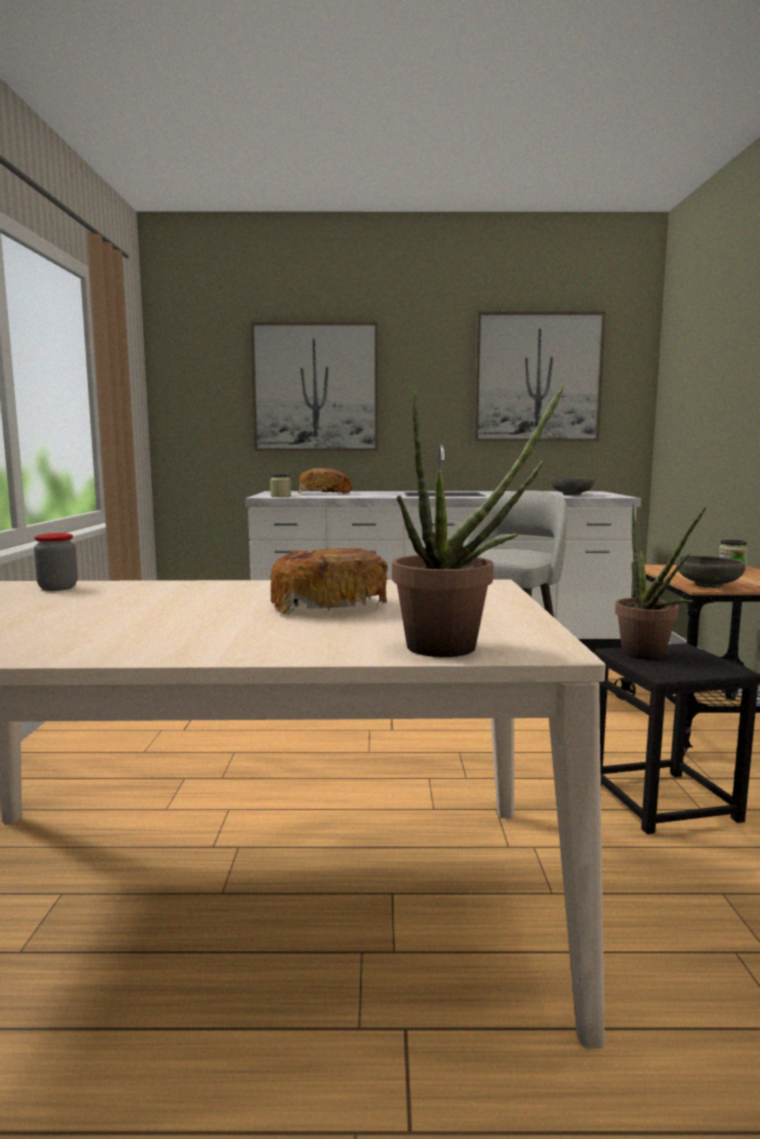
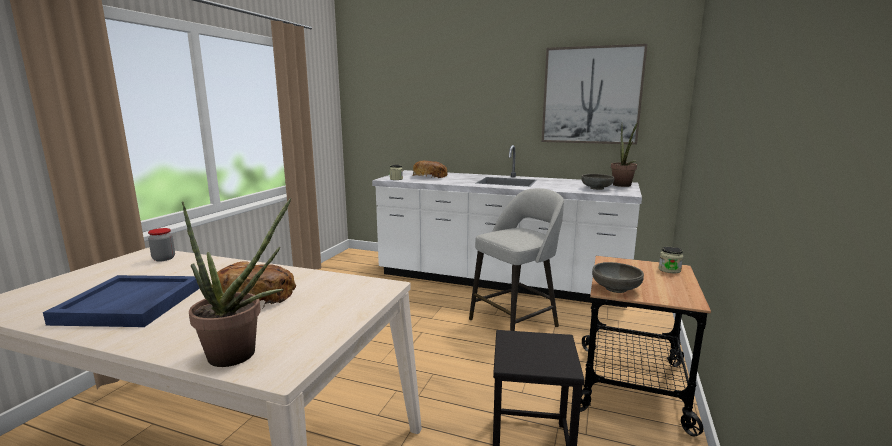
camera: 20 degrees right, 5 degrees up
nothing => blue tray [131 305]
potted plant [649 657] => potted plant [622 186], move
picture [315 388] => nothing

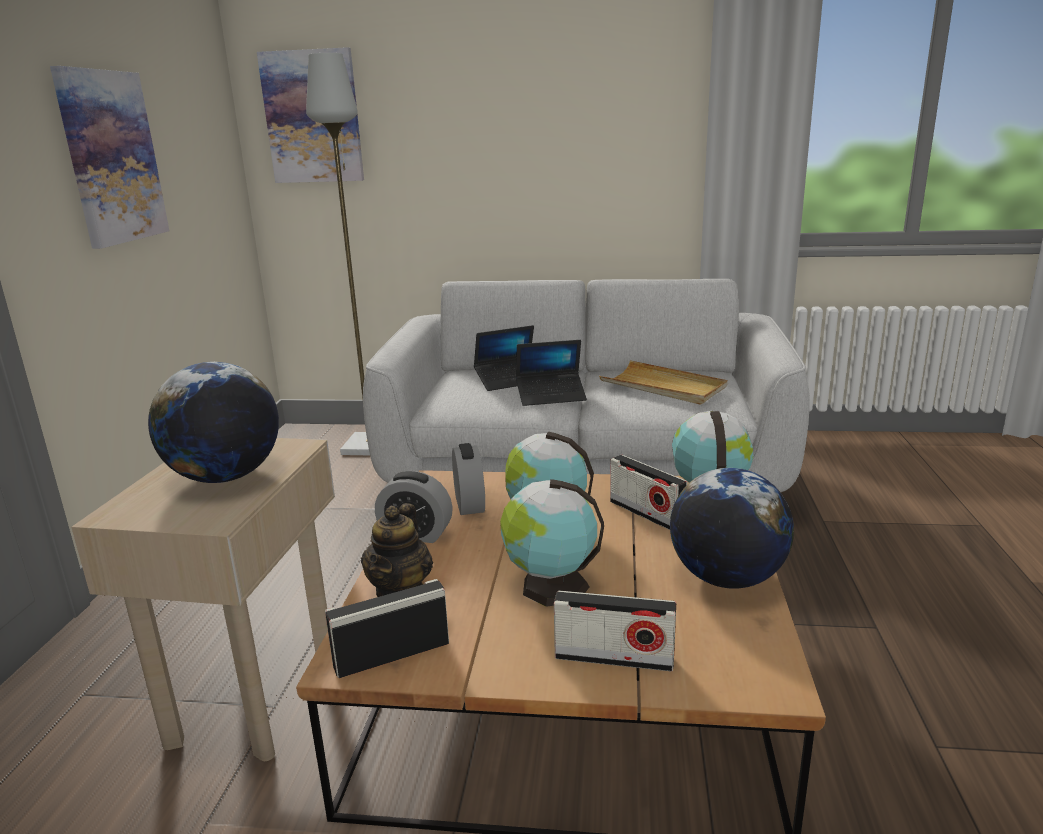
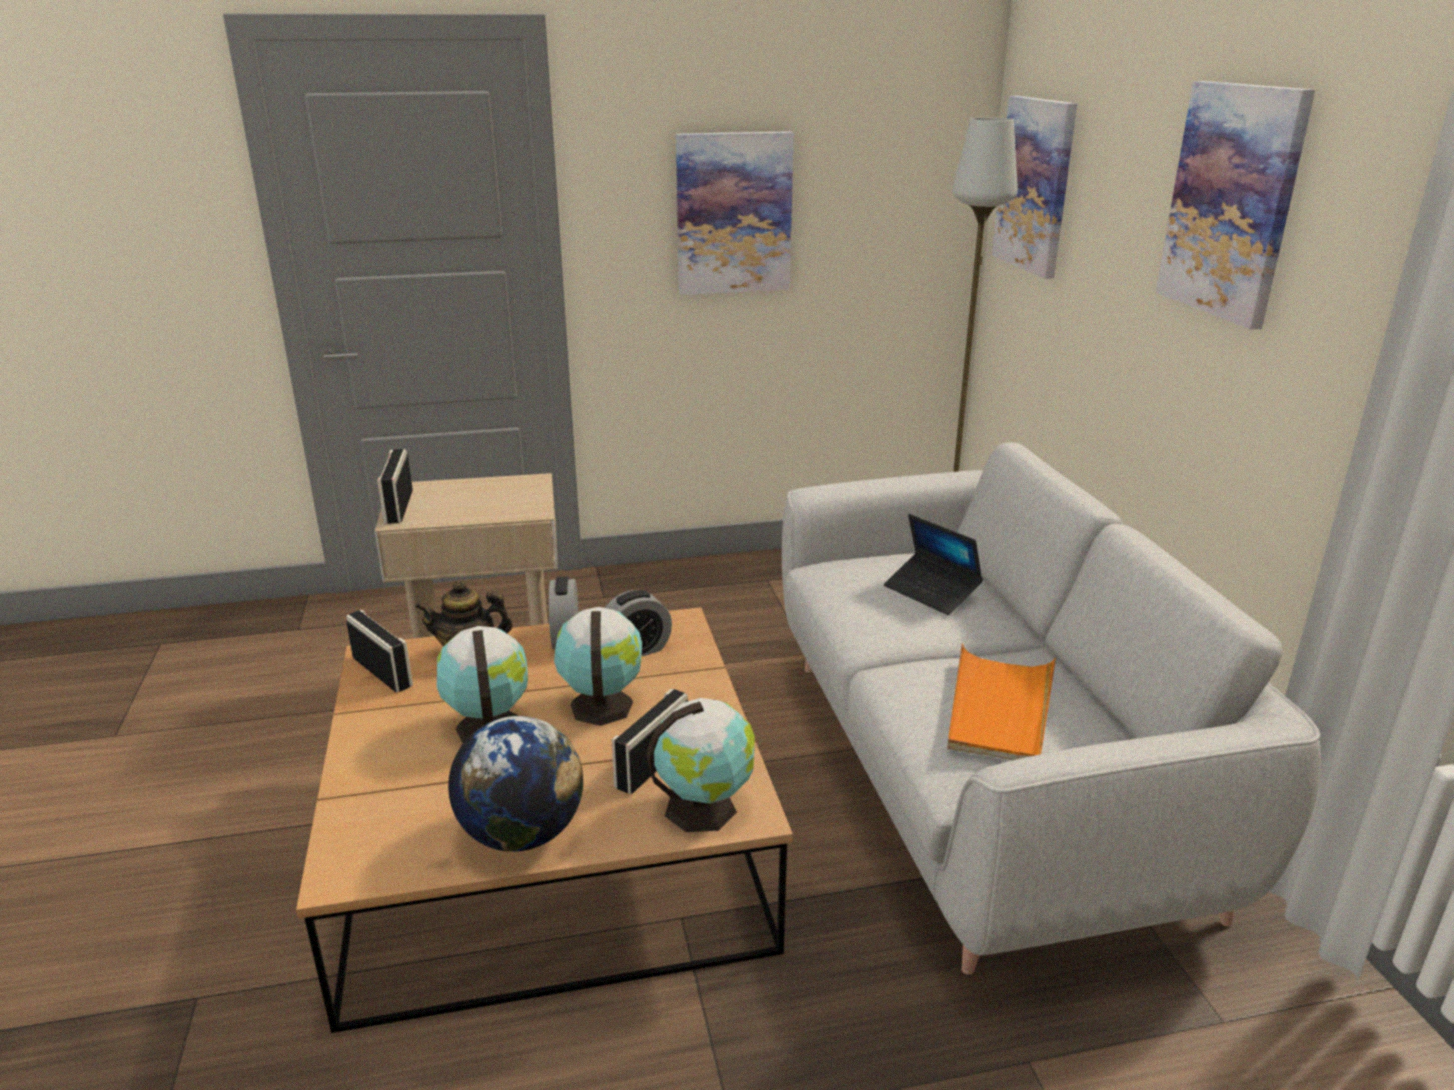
camera: 70 degrees right, 5 degrees up
radio [614 658] => radio [398 506], move
beige tray [663 387] => orange tray [999 709]
nothing => picture [1232 202]
globe [225 477] => nothing
laptop [551 396] => nothing

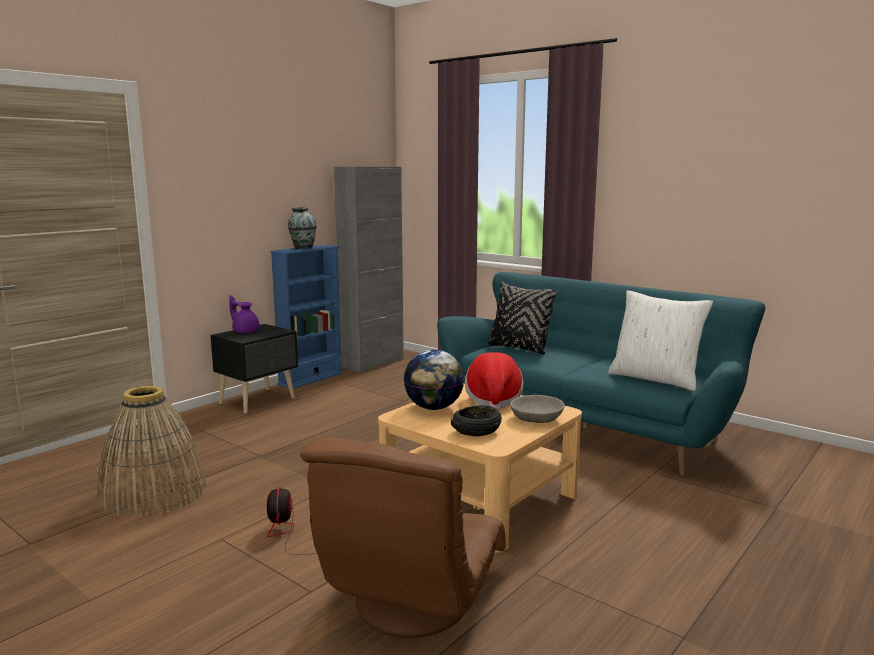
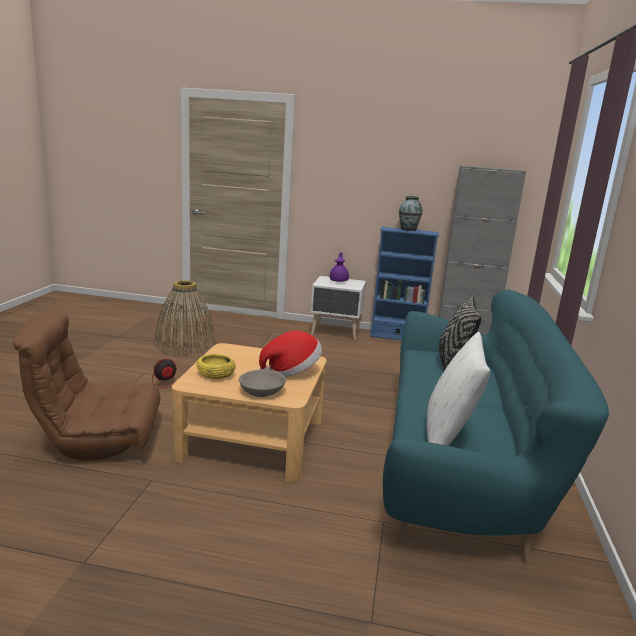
camera: 60 degrees right, 5 degrees up
black bowl [477 431] => yellow bowl [215 374]
black nightstand [259 401] => white nightstand [336 333]
globe [433 408] => nothing

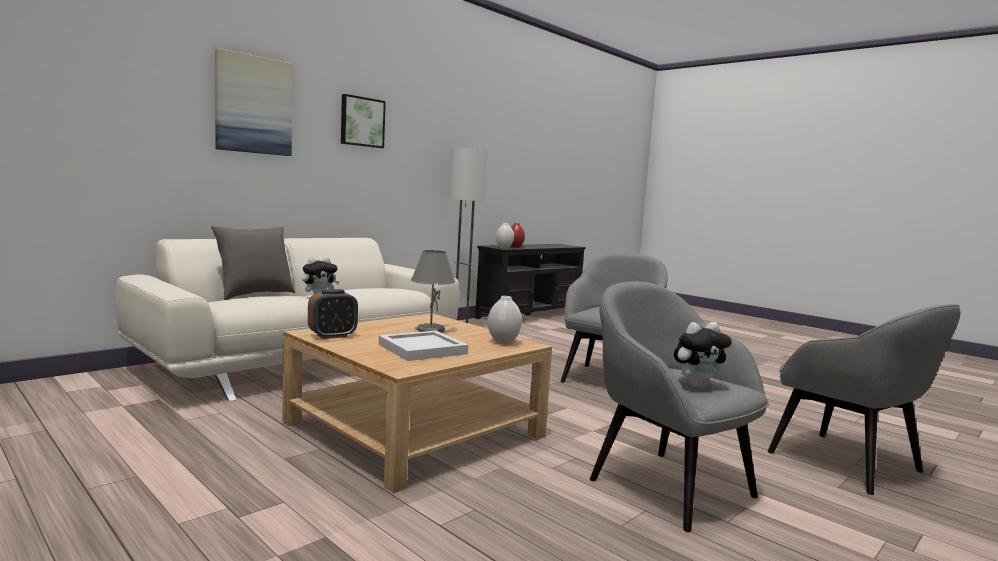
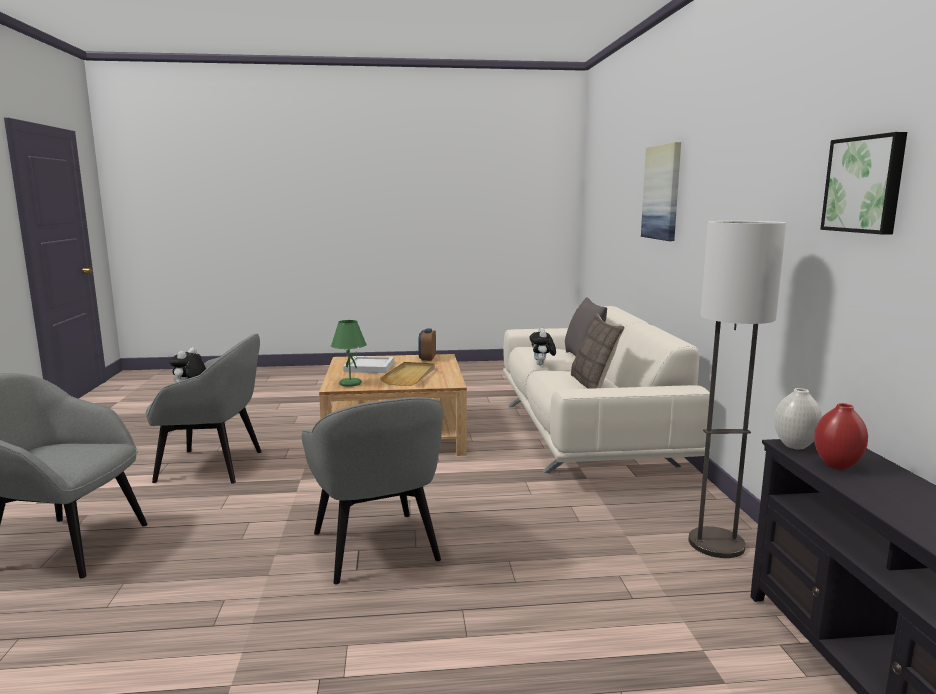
camera: 130 degrees right, 5 degrees up
white vase [503 342] => green table lamp [349 383]
grey table lamp [430 330] => beige tray [410 376]
nothing => pillow [593 384]
picture [361 122] => picture [865 184], move

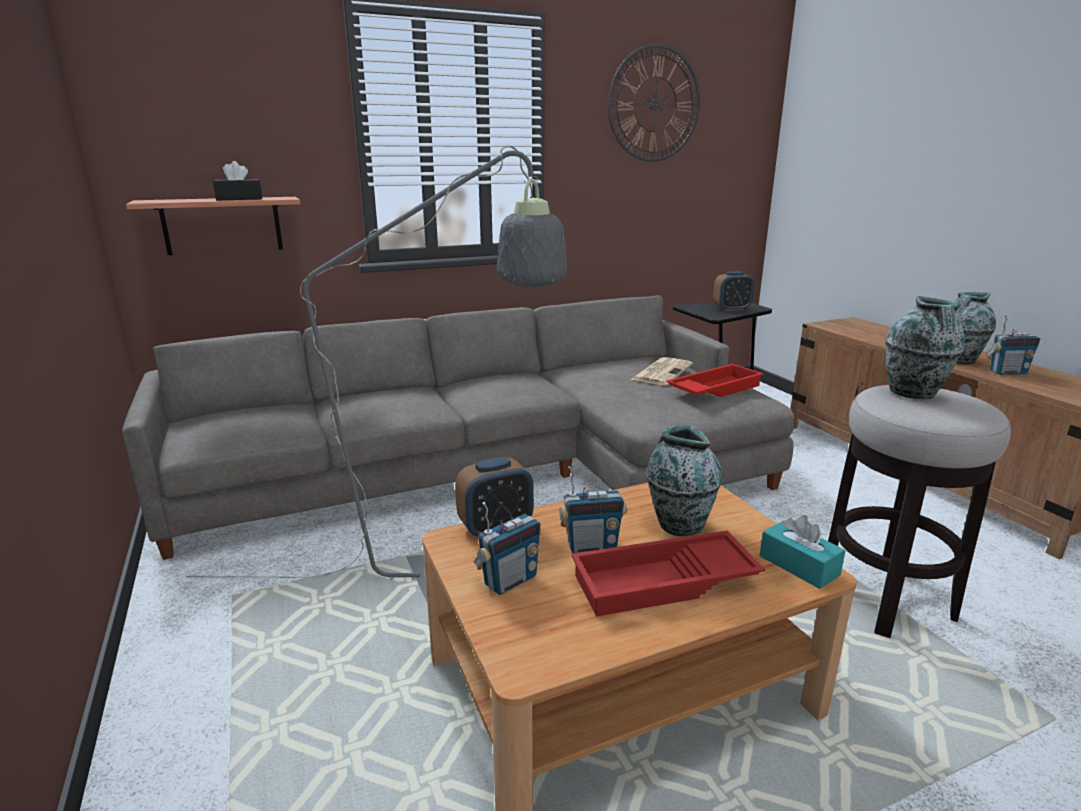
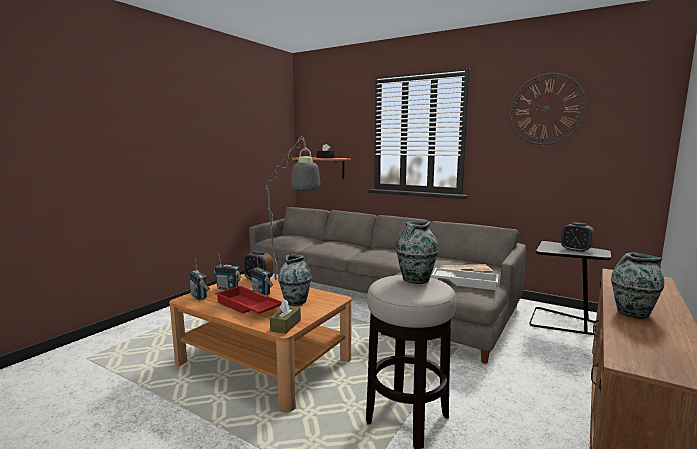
camera: 55 degrees right, 10 degrees down
radio [1007 372] => radio [199 296], move
turquoise tissue box [798 565] => brown tissue box [285 325]
red tray [714 389] => white tray [465 282]

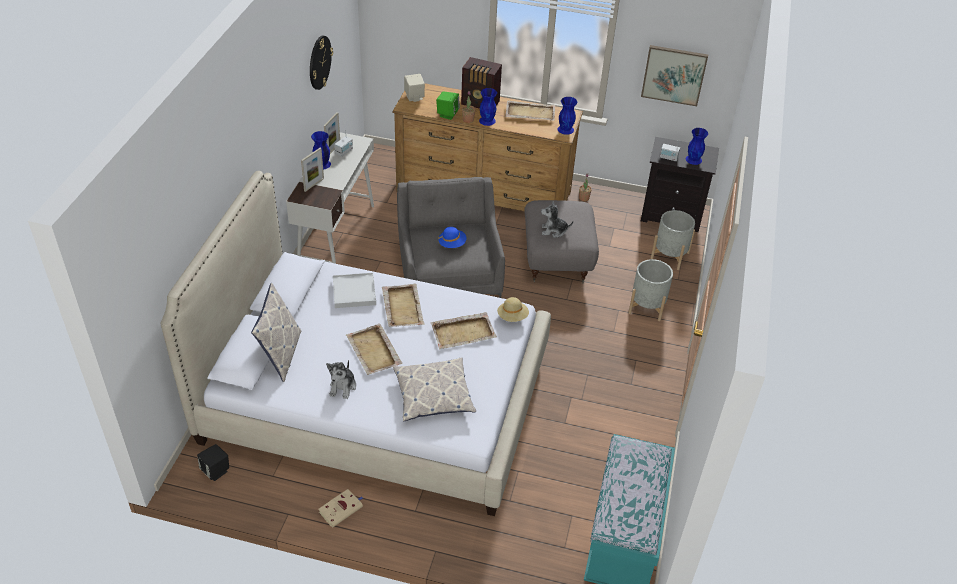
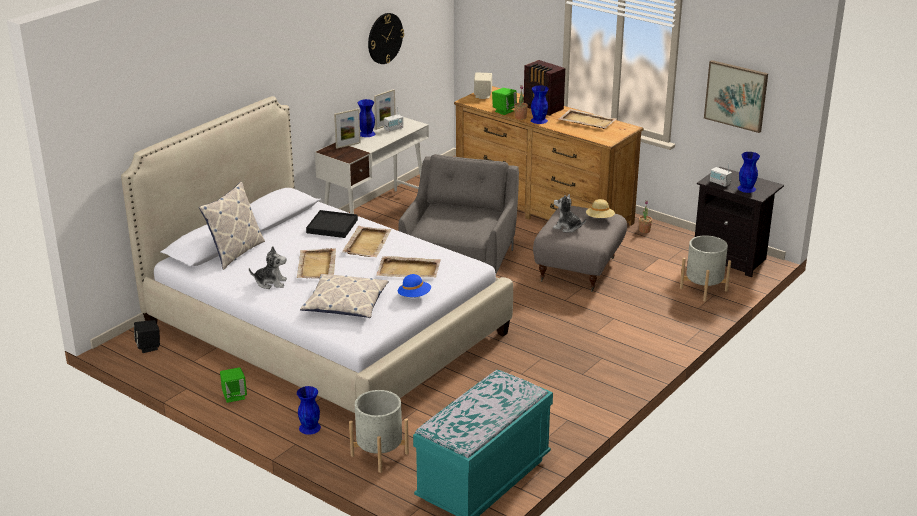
camera: 25 degrees right, 15 degrees down
beige book [341 509] => green speaker [234 396]
plush toy [343 387] => plush toy [270 283], 120 degrees counterclockwise
blue vase [565 129] => blue vase [310 427], move
white tray [354 292] => black tray [332 226]
grey planter [647 306] => grey planter [379 454], move
blue hat [452 244] => blue hat [414 296], move
beige hat [512 317] => beige hat [600 219], move

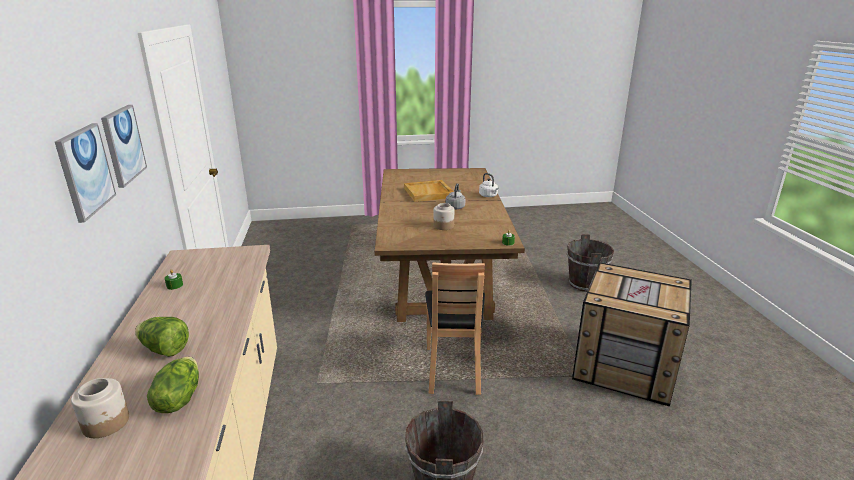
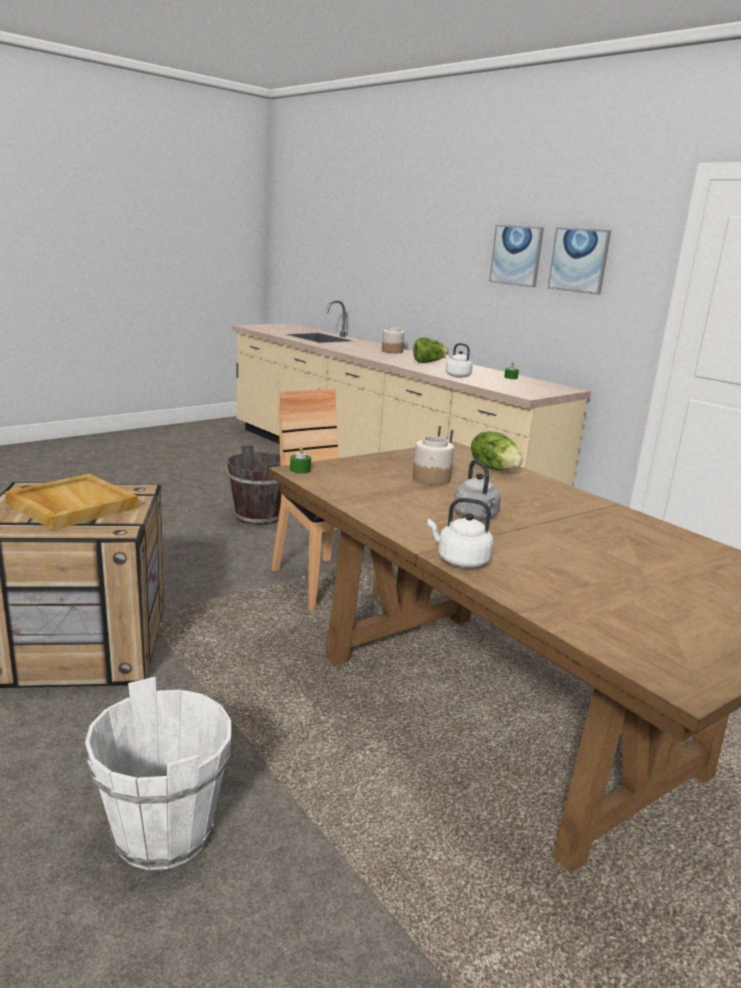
camera: 145 degrees right, 5 degrees down
beige tray [429 193] => beige tray [71 505], move
brown bucket [585 284] => white bucket [162 832]
nothing => white kettle [456 376]
lettuce [178 399] => lettuce [494 468], move

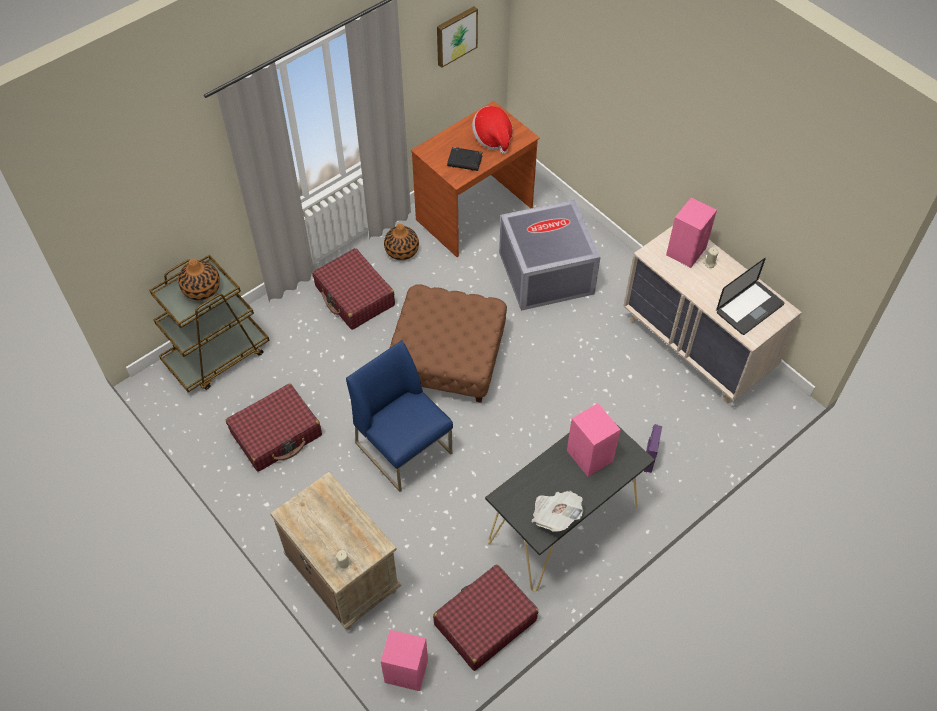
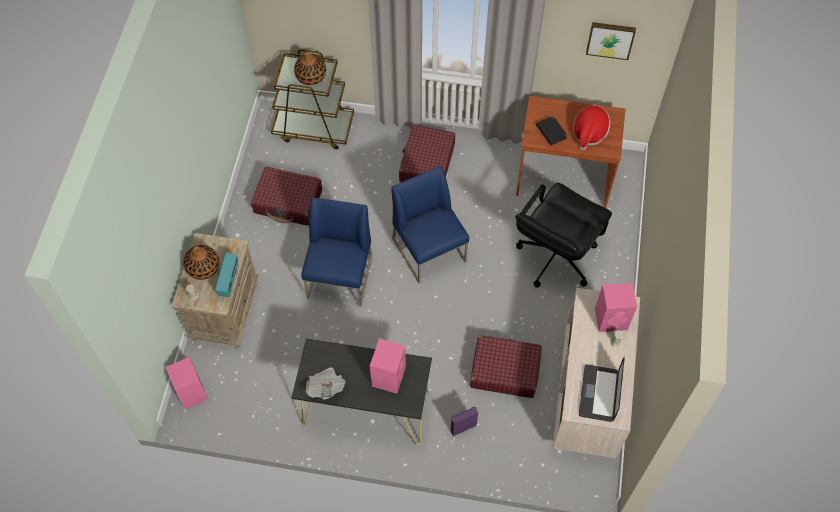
camera: 50 degrees right, 5 degrees up
vase [401 250] => vase [203 268], move
nothing => radio [229 280]
brown ottoman [447 358] => blue chair [430 250]
red suitcase [484 622] => red suitcase [504 370], move
grey storage box [545 274] => black office chair [555 257]
laptop [749 308] => laptop [598 393], 90 degrees clockwise

